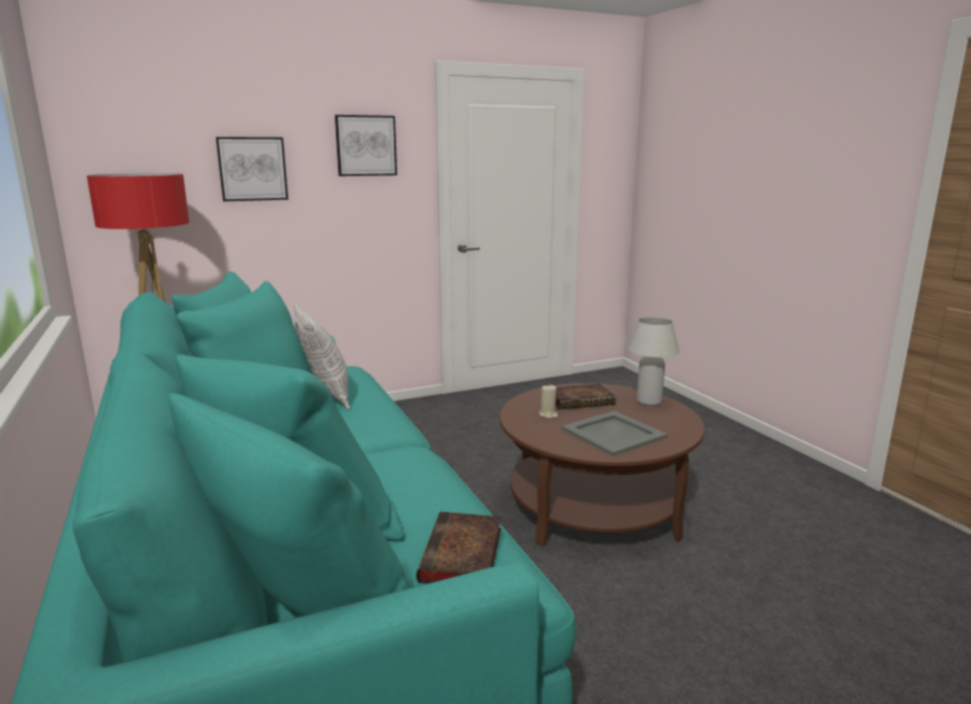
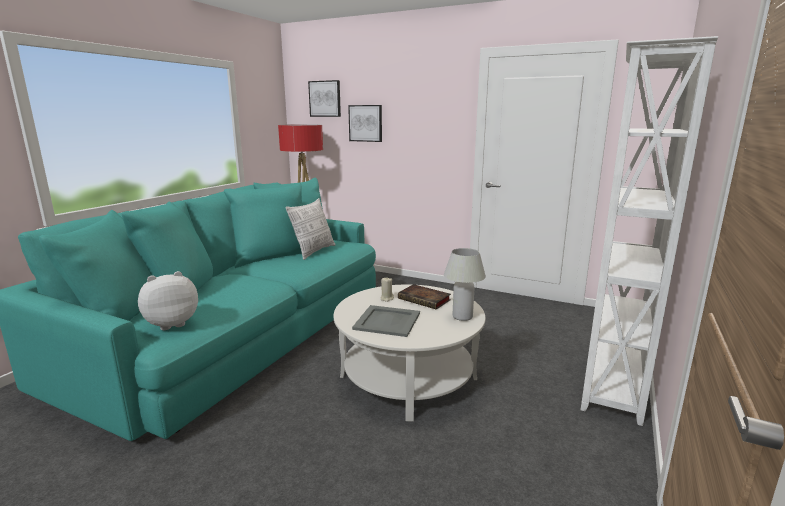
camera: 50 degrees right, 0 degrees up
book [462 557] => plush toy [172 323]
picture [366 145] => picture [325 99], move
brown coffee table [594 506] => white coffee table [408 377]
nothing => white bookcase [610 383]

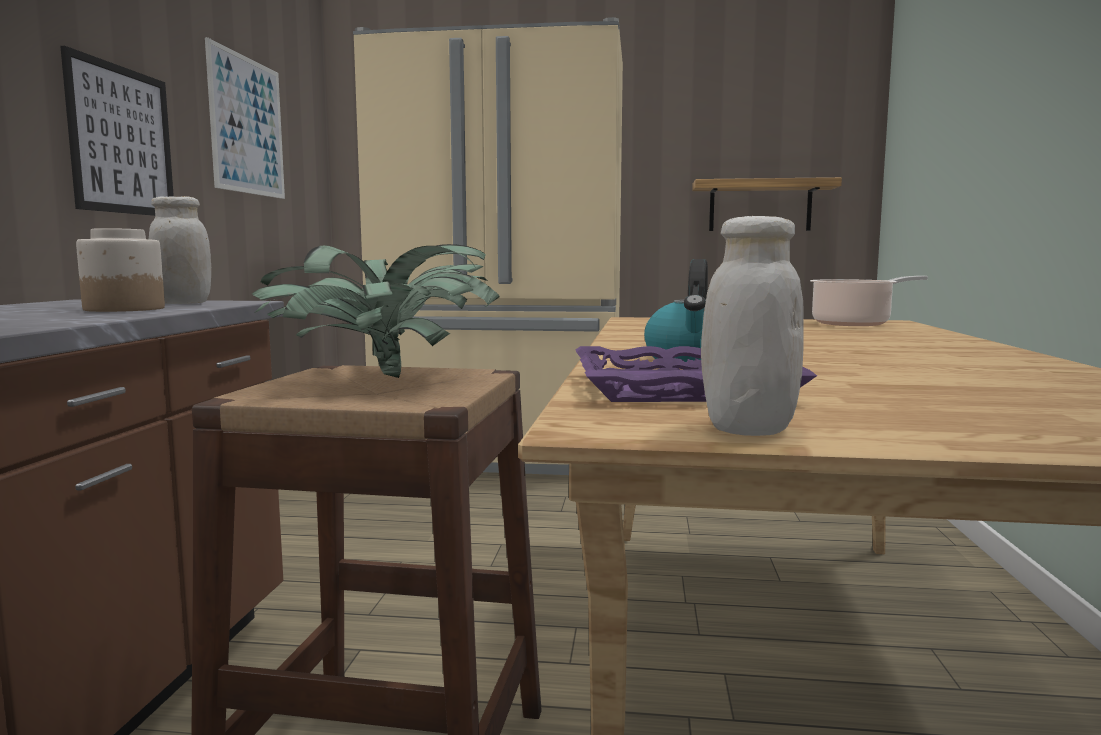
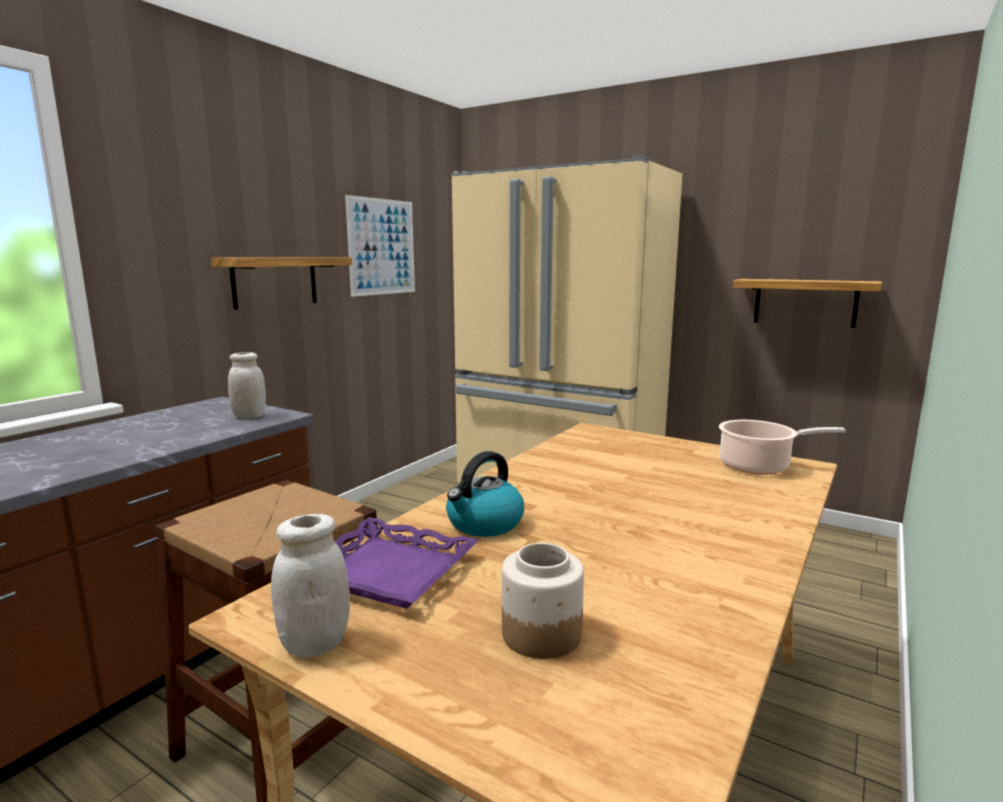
camera: 25 degrees right, 5 degrees up
picture [122 140] => shelf [275 281]
jar [123 309] => jar [540 634], move
potted plant [383 380] => nothing

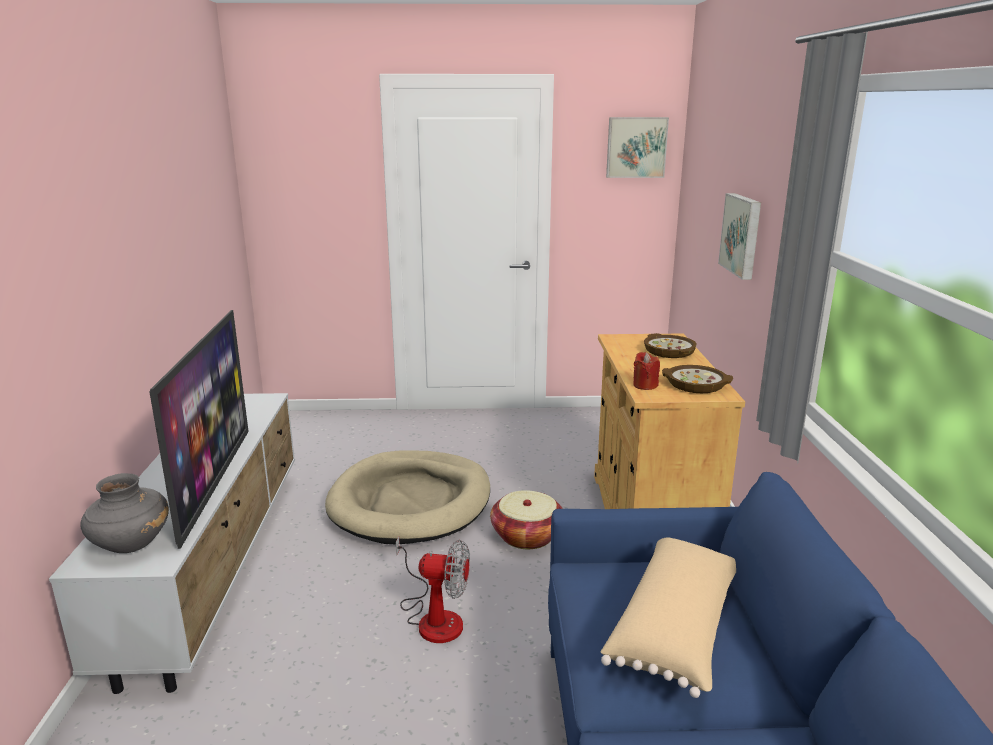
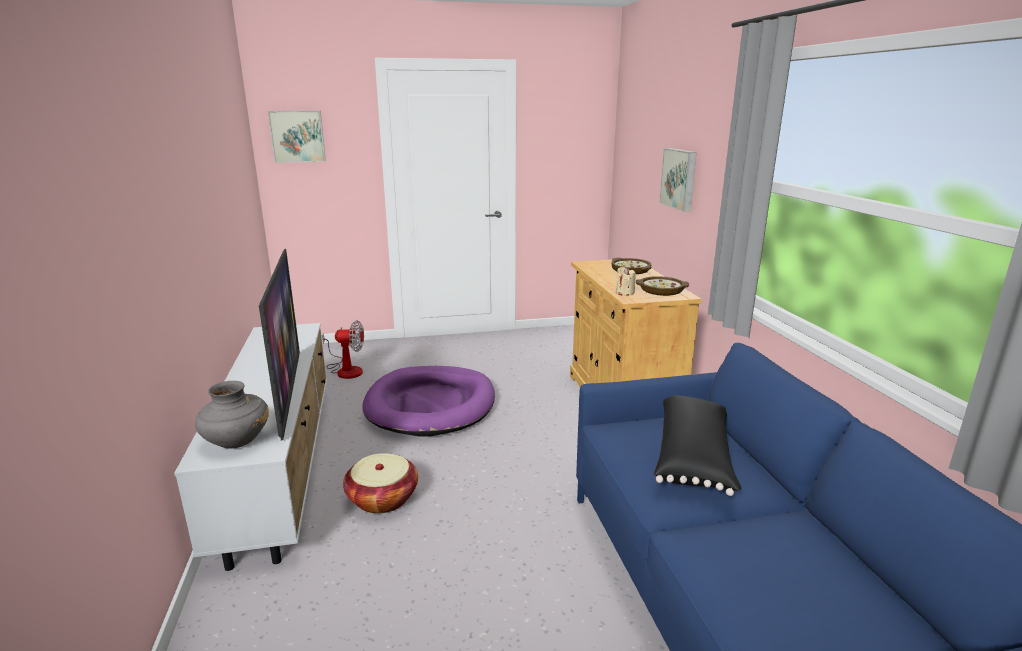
camera: 10 degrees left, 0 degrees up
picture [636 147] => picture [297 136], move
fan [433 617] => fan [346 370], move
basket [527 536] => basket [382 498], move
beige dog bed [411 502] => purple dog bed [431 405]
red candle [645 385] => beige candle [624 293]
beige pillow [677 629] => black pillow [694 458]

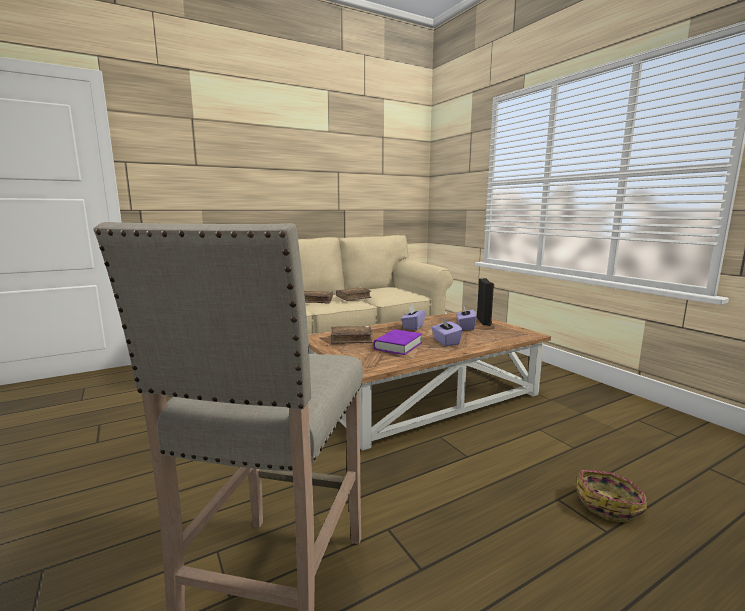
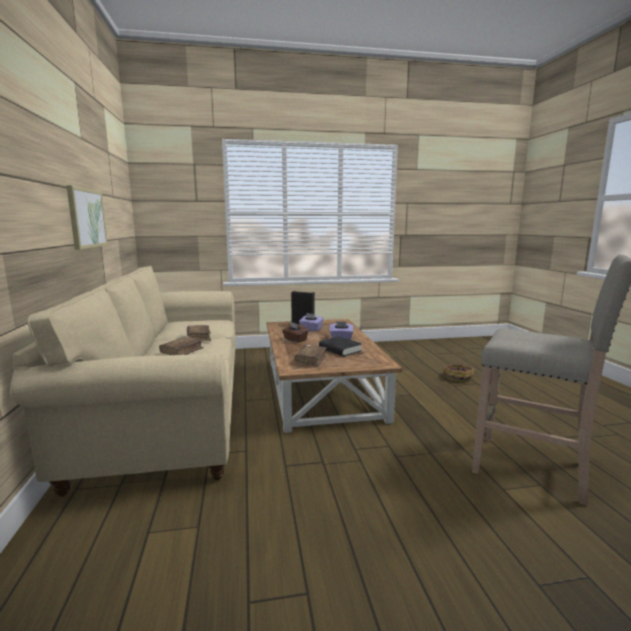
camera: 70 degrees left, 0 degrees up
nothing => picture [86 218]
purple tissue box [413 327] => brown tissue box [295 340]
purple book [398 346] => black book [340 350]

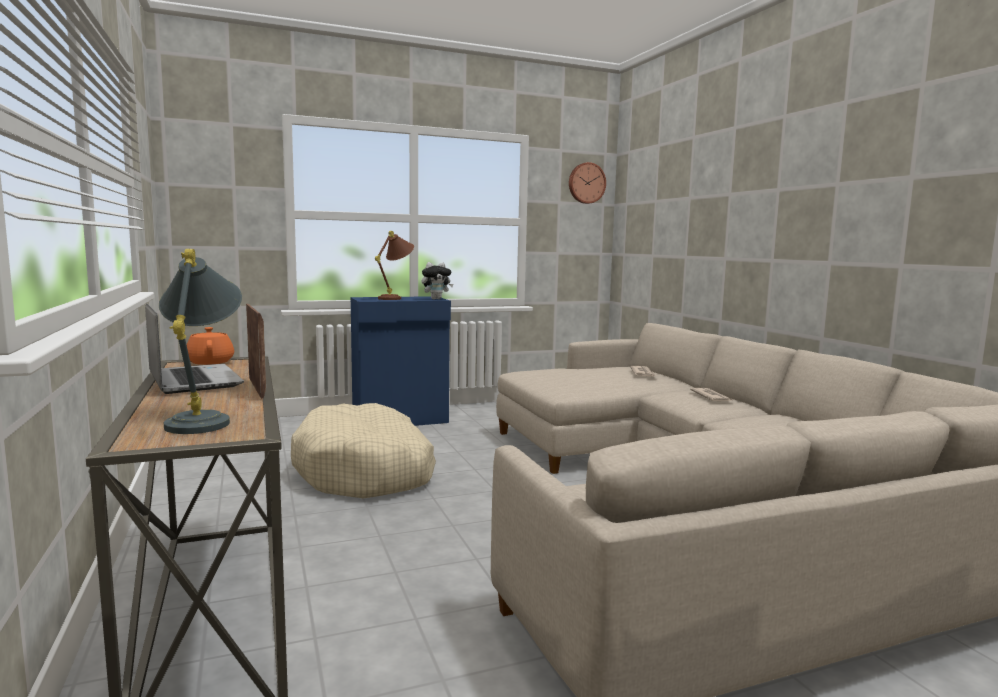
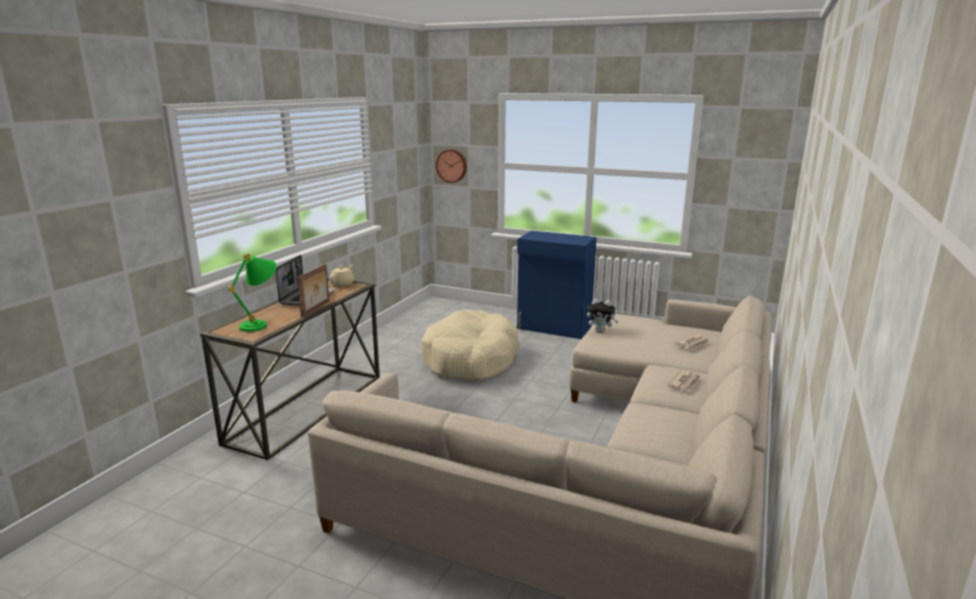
camera: 45 degrees right, 10 degrees up
grey table lamp [204 419] => green table lamp [261 324]
orange teapot [210 362] => beige teapot [342 283]
wall clock [586 183] => wall clock [452 165], move
plush toy [436 299] => plush toy [601 331], move
brown table lamp [396 298] => nothing

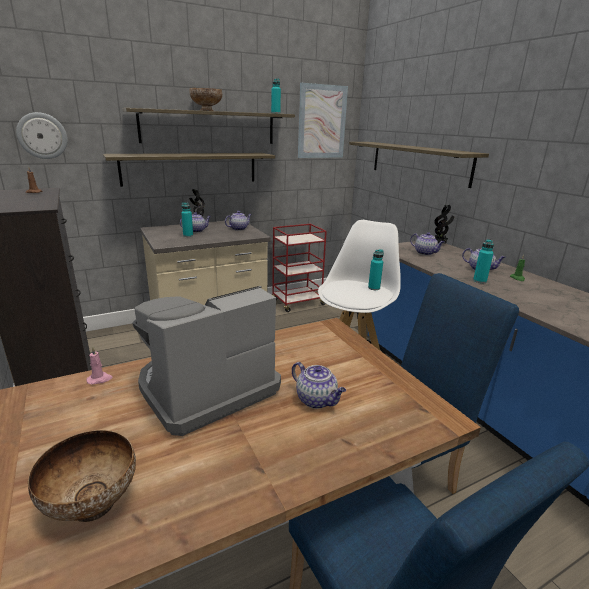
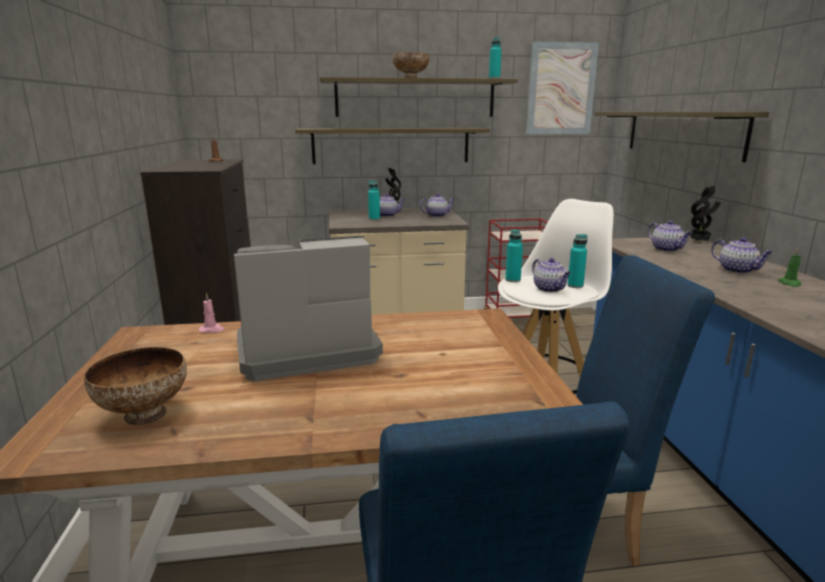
camera: 20 degrees right, 5 degrees down
turquoise bottle [479 281] => turquoise bottle [512 280], move
teapot [317 400] => teapot [550 289], move
wall clock [42 136] => nothing

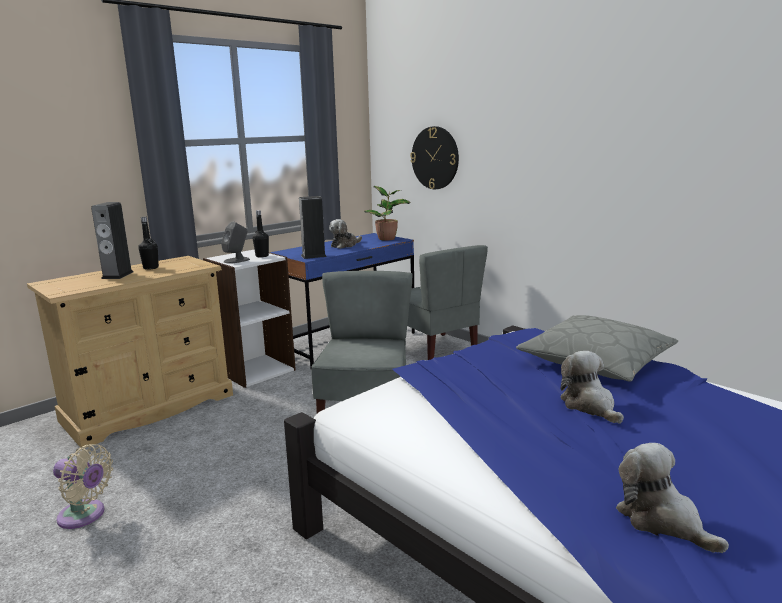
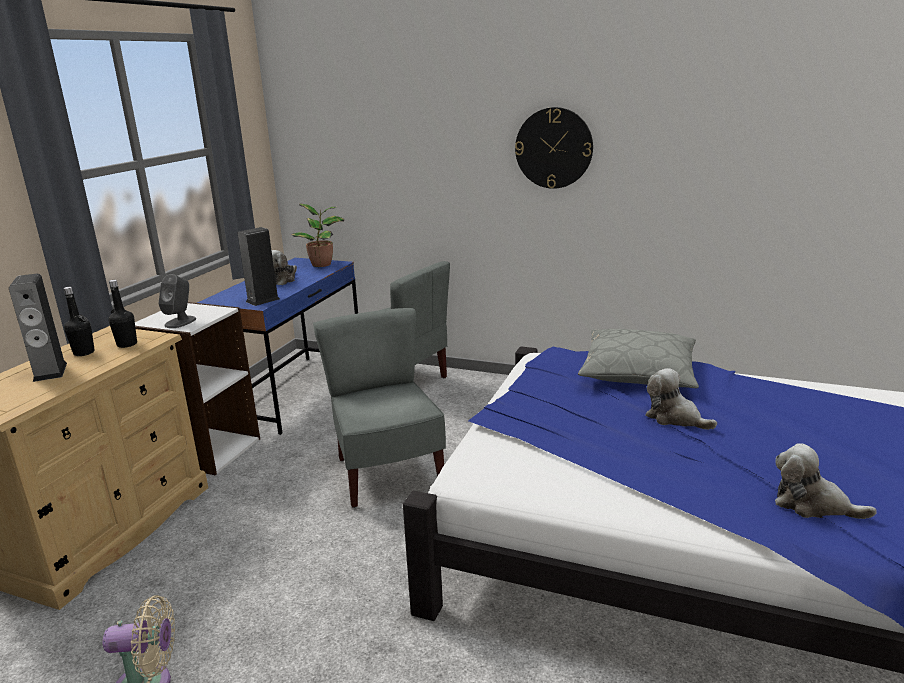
camera: 25 degrees left, 5 degrees up
black bottle [262 256] => black bottle [127 344], move
wall clock [435 158] => wall clock [553 148], move

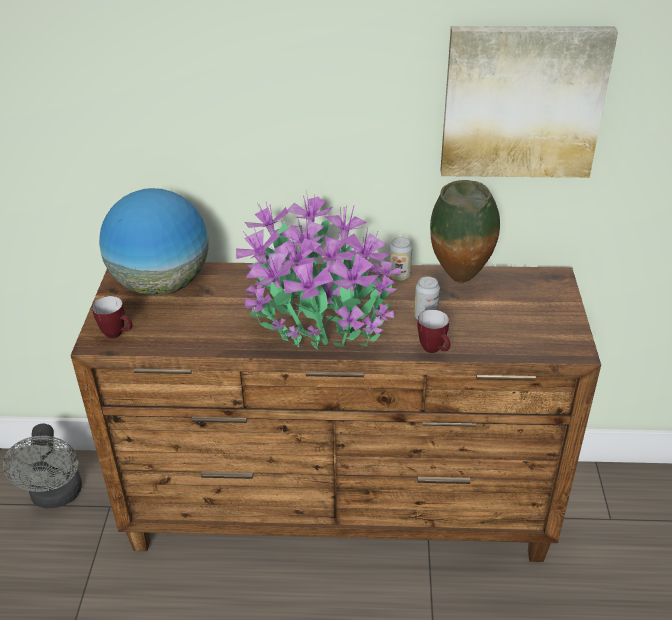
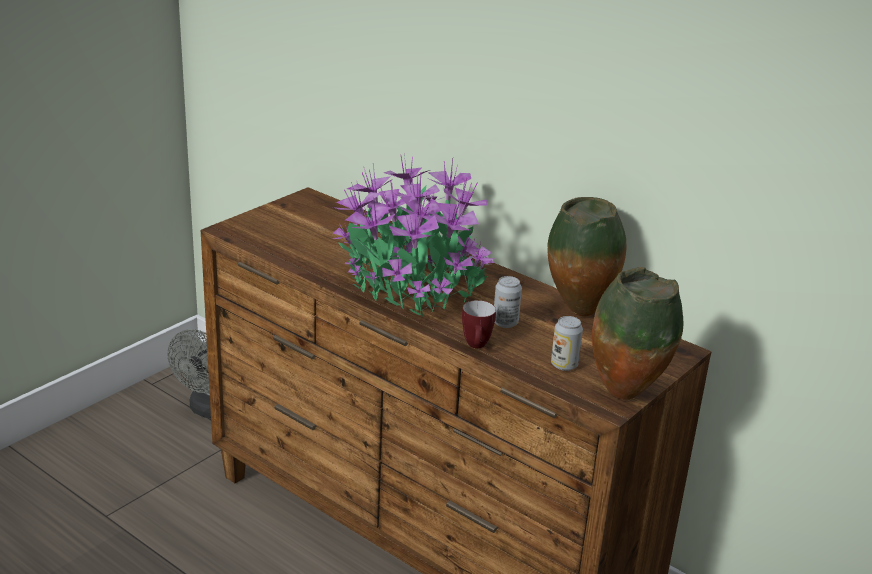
camera: 35 degrees right, 10 degrees down
can [399 275] => can [564 365], move
nothing => vase [626 394]
mug [118 334] => nothing
globe [161 285] => nothing
picture [522 102] => nothing

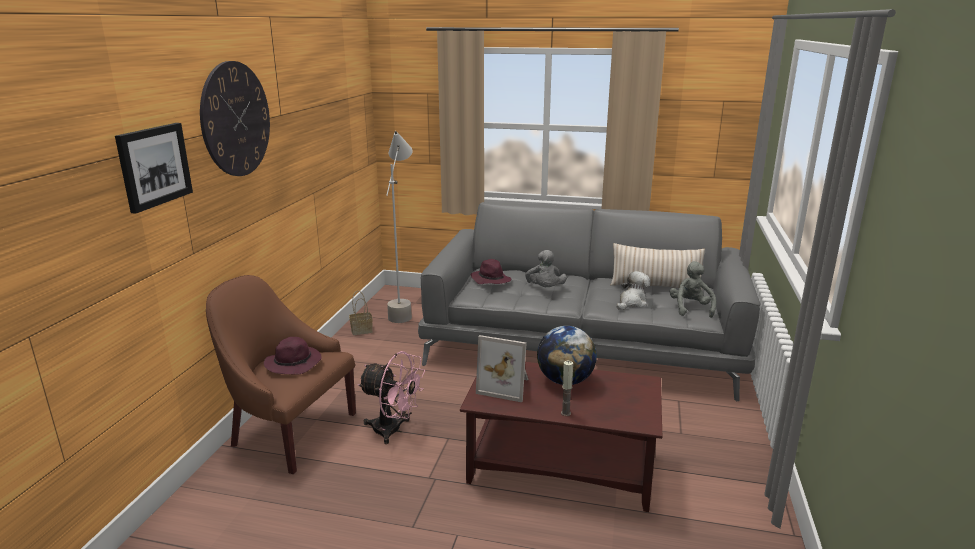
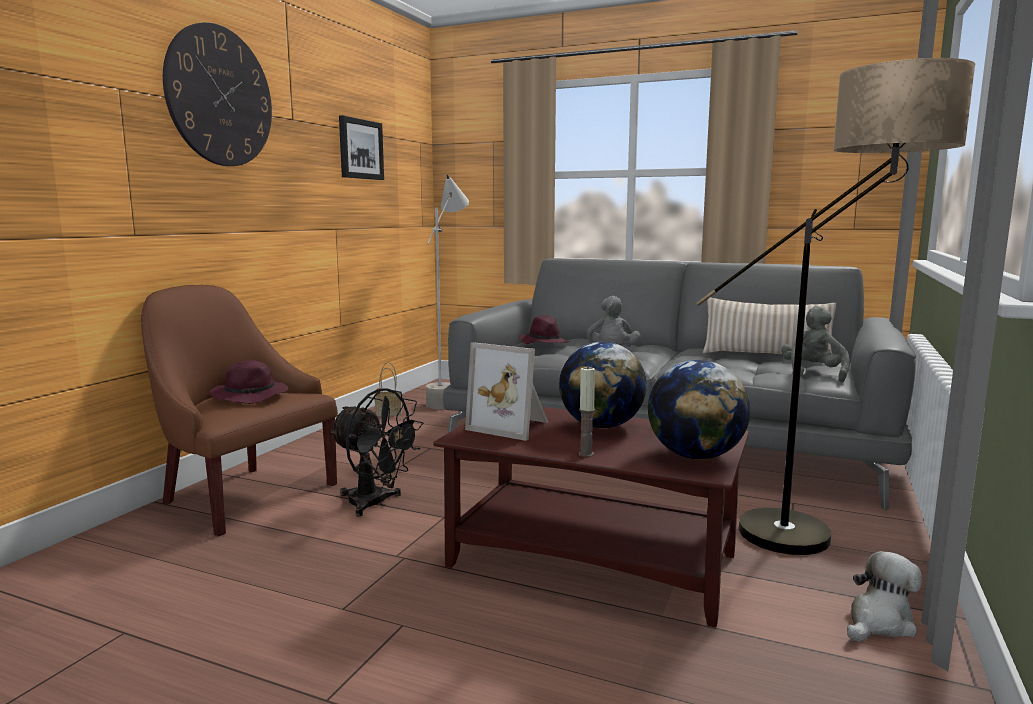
camera: 10 degrees right, 10 degrees down
pink fan [393 430] => black fan [375 503]
picture [154 166] => picture [360 149], move
nothing => globe [695 456]
nothing => floor lamp [821 542]
plush toy [631 303] => plush toy [879 622], move

